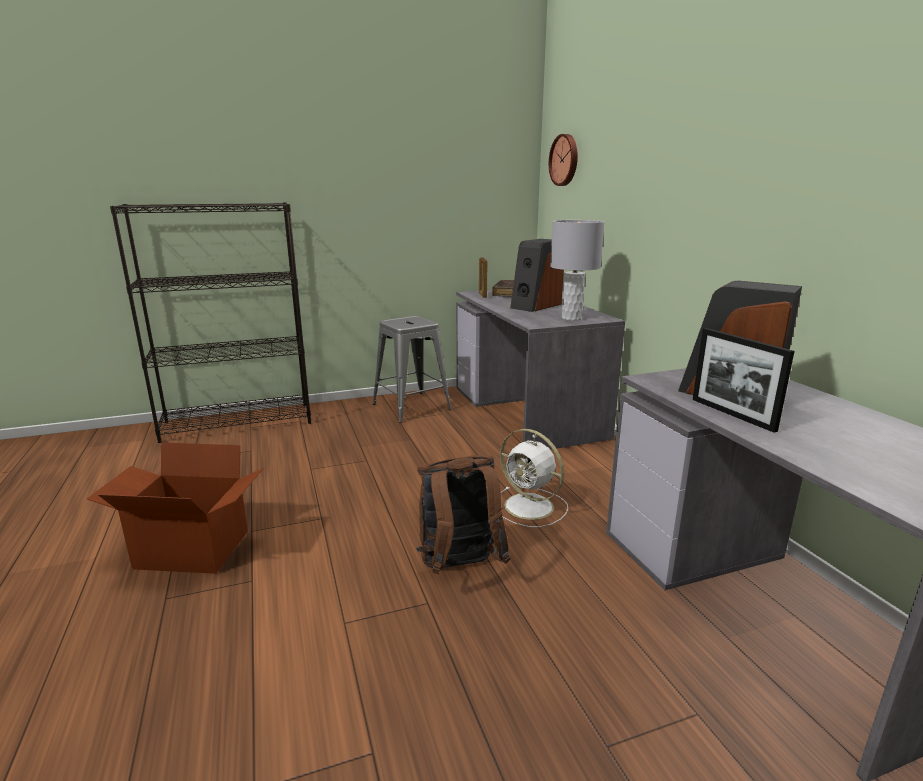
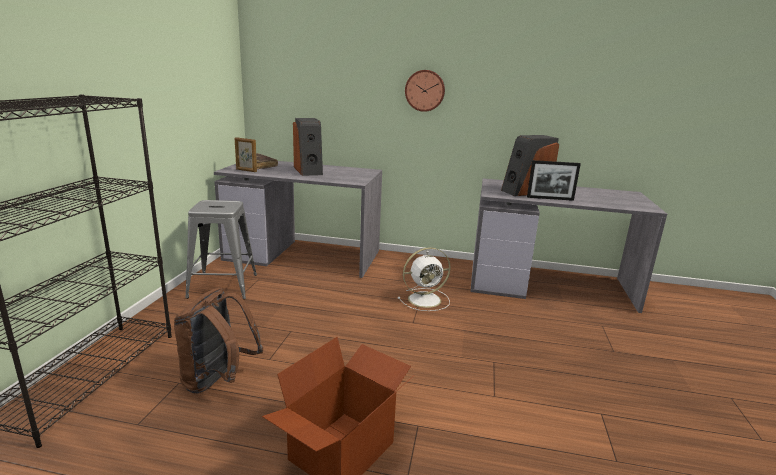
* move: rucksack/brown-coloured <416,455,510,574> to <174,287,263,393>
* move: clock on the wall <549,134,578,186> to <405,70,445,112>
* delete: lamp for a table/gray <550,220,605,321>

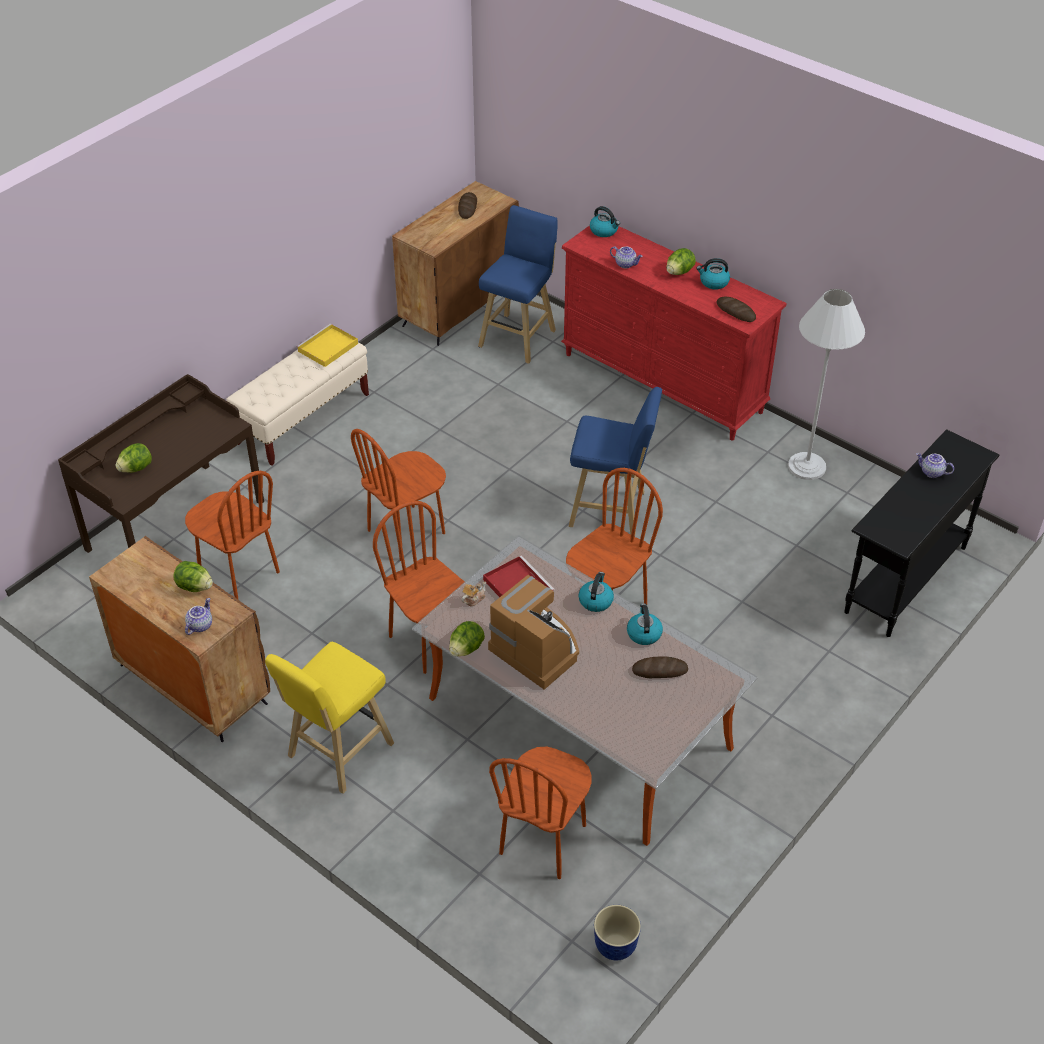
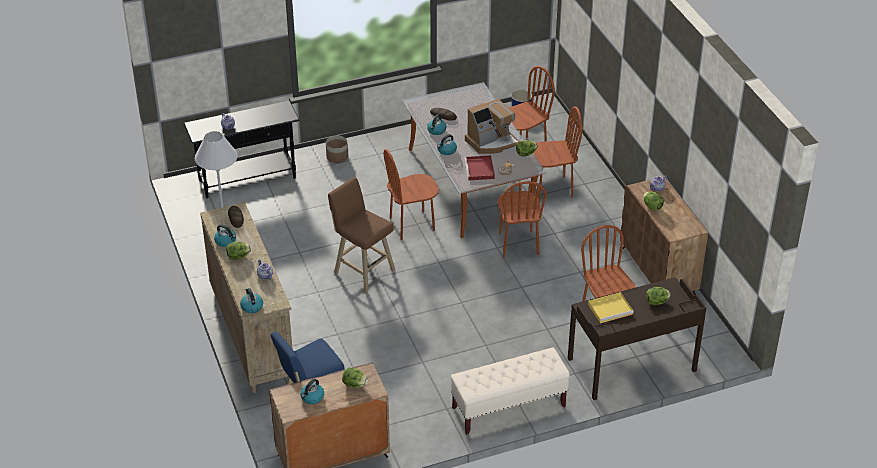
* recolor: dresser/red <561,225,787,441> to dresser/sand-coloured <200,202,293,393>
* replace: baked bread <458,192,477,219> to tea kettle <300,379,324,404>
* insert: planter <326,136,348,163>
* recolor: sitting stool/blue-coloured <568,387,662,535> to sitting stool/brown-coloured <328,177,396,293>
* insert: lettuce head <342,367,368,388>
* rotate: coffee maker <488,575,579,690> = <465,99,520,154> 105 degrees counterclockwise
* move: plain chair/brown-coloured <351,429,446,561> to <533,106,582,200>
* move: serving tray/yellow <297,324,358,367> to <588,292,634,323>
* delete: sitting stool/yellow <265,642,394,794>

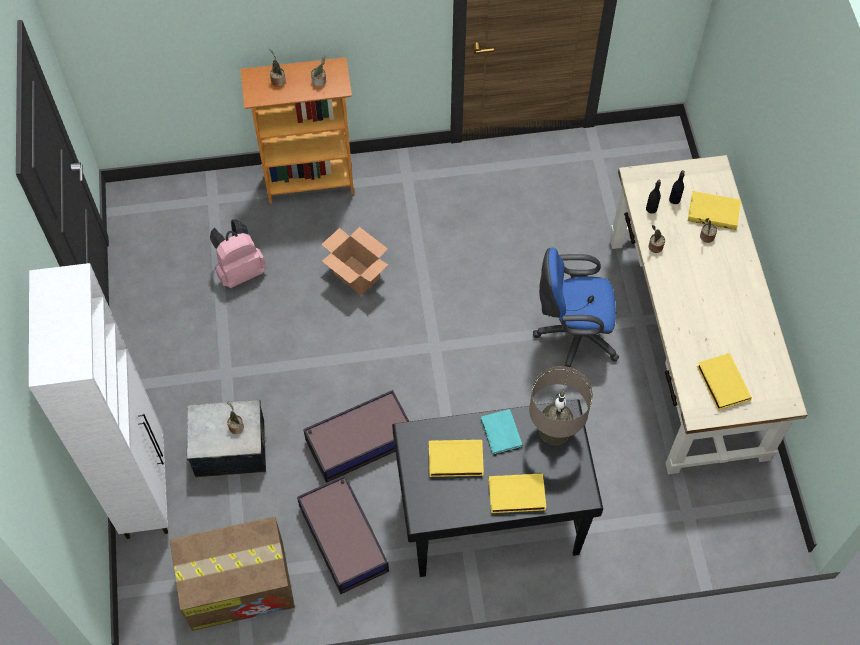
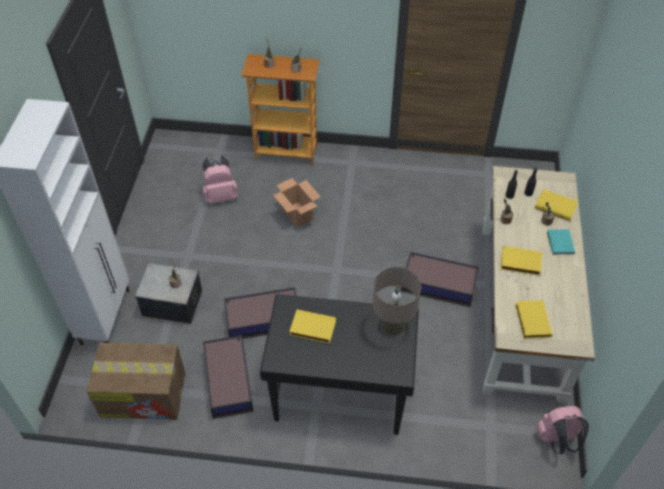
* replace: office chair/blue-coloured <533,248,619,368> to storage container <401,252,479,307>
* move: bound book/yellow <488,474,546,513> to <501,246,542,276>
* insert: rucksack/pinkish <536,406,589,454>
* move: bound book/turquoise <481,409,522,455> to <547,229,575,255>

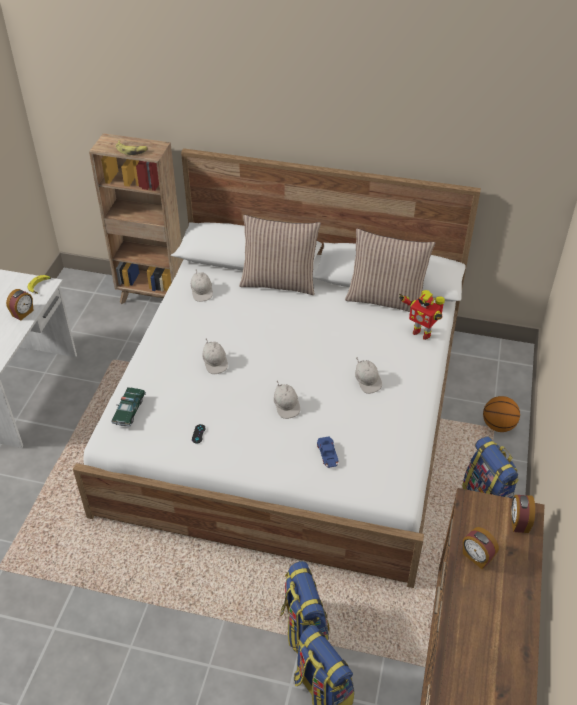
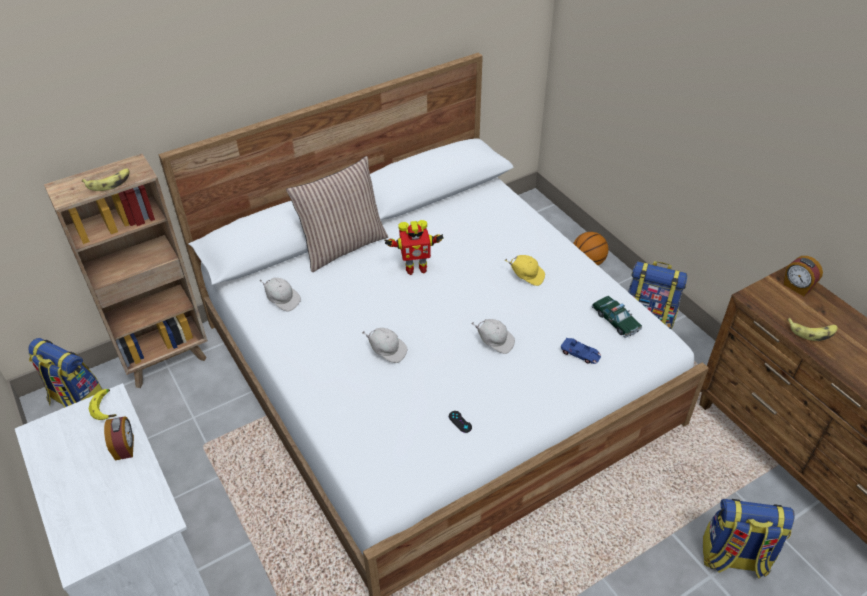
* move: rucksack <280,561,330,654> to <28,338,103,407>
* move: toy robot <399,290,445,340> to <384,220,443,275>
* recolor: cap/white <355,357,382,394> to cap/yellow <505,255,545,286>
* move: miniature car <111,387,146,427> to <592,296,642,338>
* replace: table clock <463,527,499,569> to banana fruit <787,318,838,341>
* delete: throw pillow <345,228,435,312>

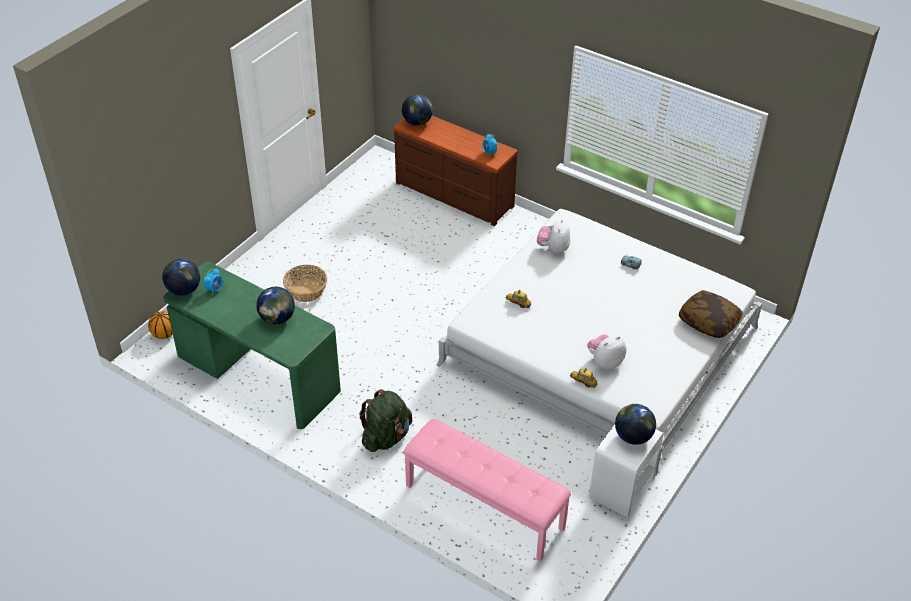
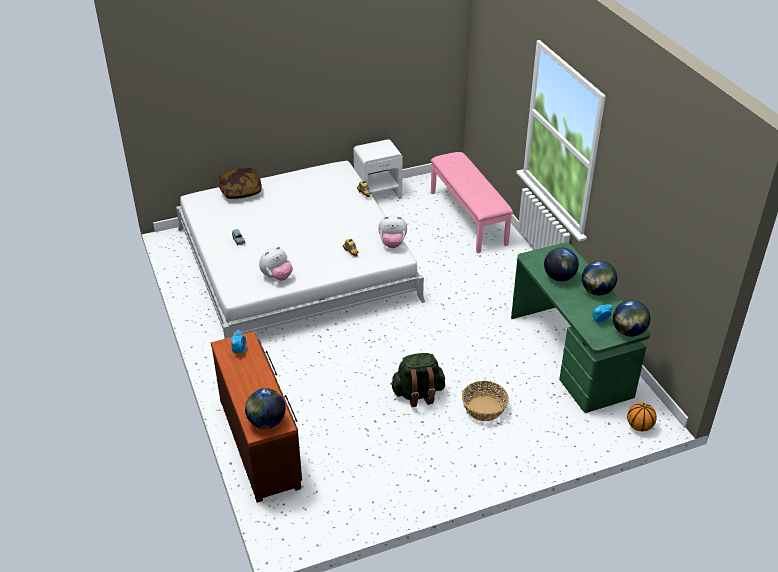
* move: cuddly toy <587,334,626,369> to <378,216,407,248>
* move: rucksack/greenish <359,389,412,452> to <391,353,445,407>
* move: globe <615,404,656,445> to <582,261,617,295>

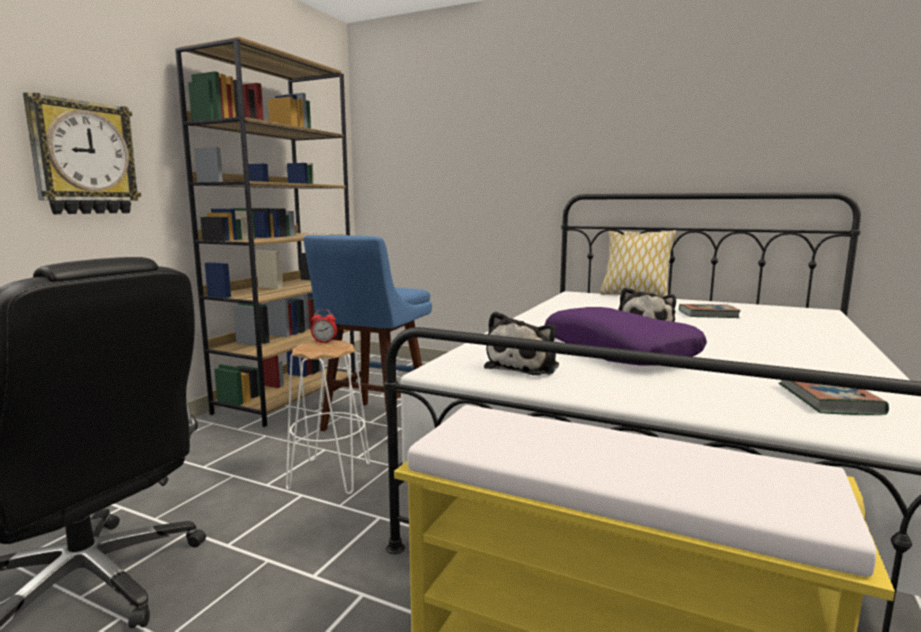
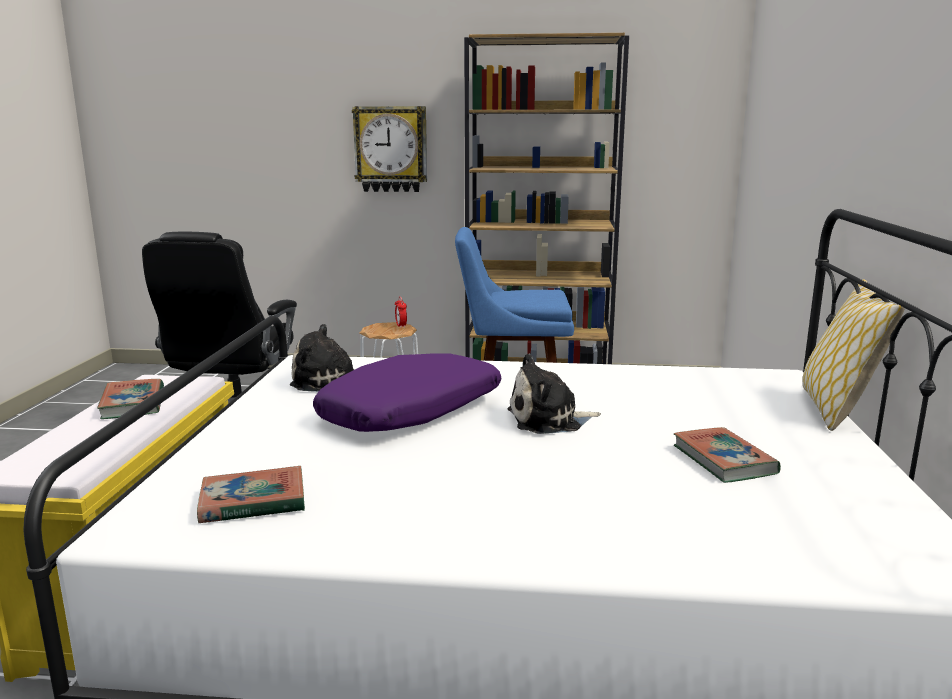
* insert: bound book <97,379,164,419>

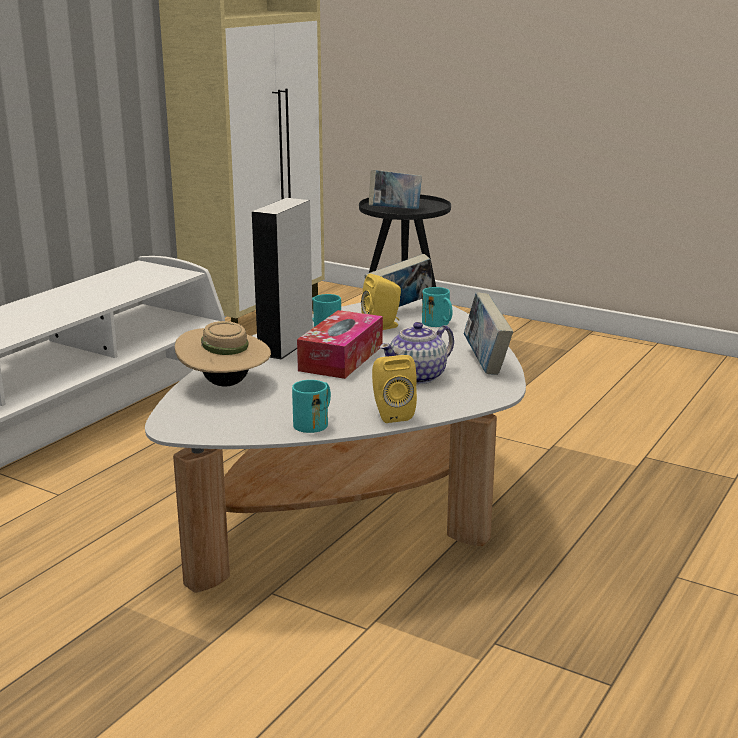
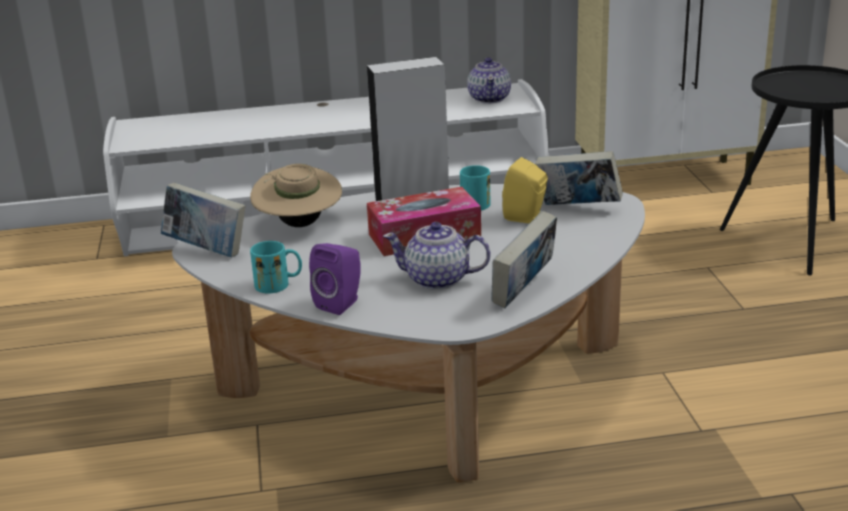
* move: bound book <369,170,422,209> to <161,183,246,257>
* recolor: loudspeaker/yellow <372,355,417,423> to loudspeaker/purple-coloured <309,243,361,315>
* insert: tea pot <467,57,511,104>
* delete: tea mug/turquoise <422,287,453,327>

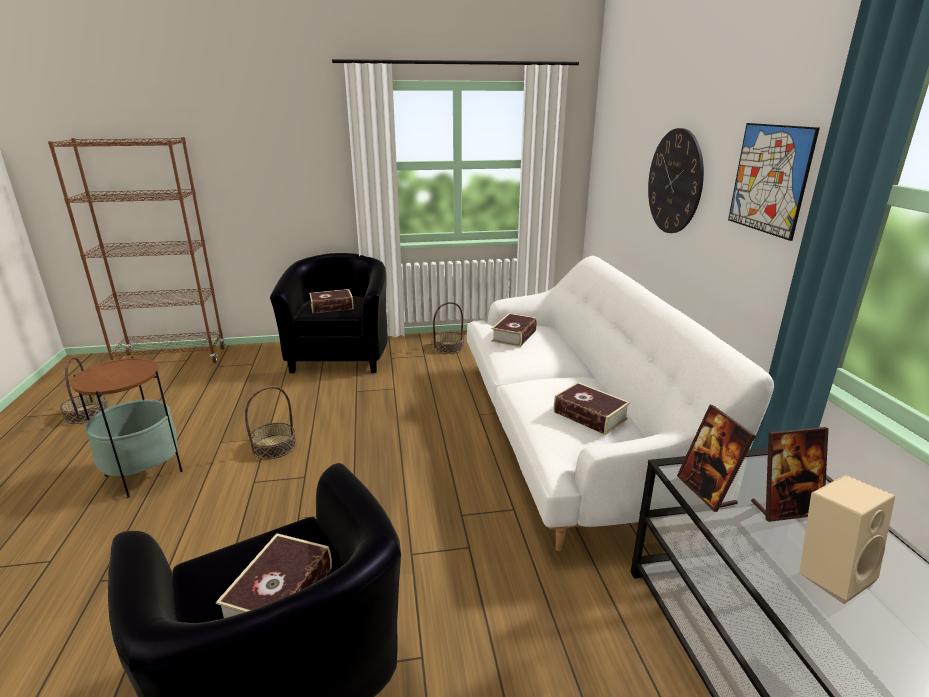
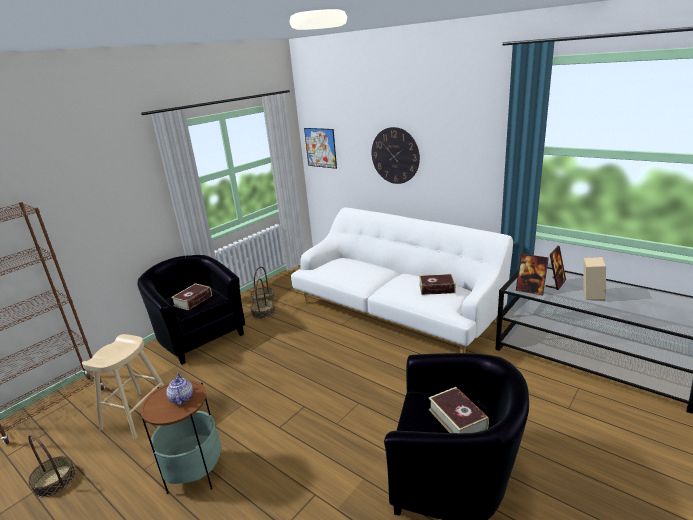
* insert: sitting stool/sand-coloured <82,334,164,439>
* insert: tea pot <166,372,193,405>
* move: storage basket <245,386,296,459> to <250,278,276,319>
* move: picture <728,123,820,241> to <304,128,337,169>
* delete: bound book <491,313,537,347>

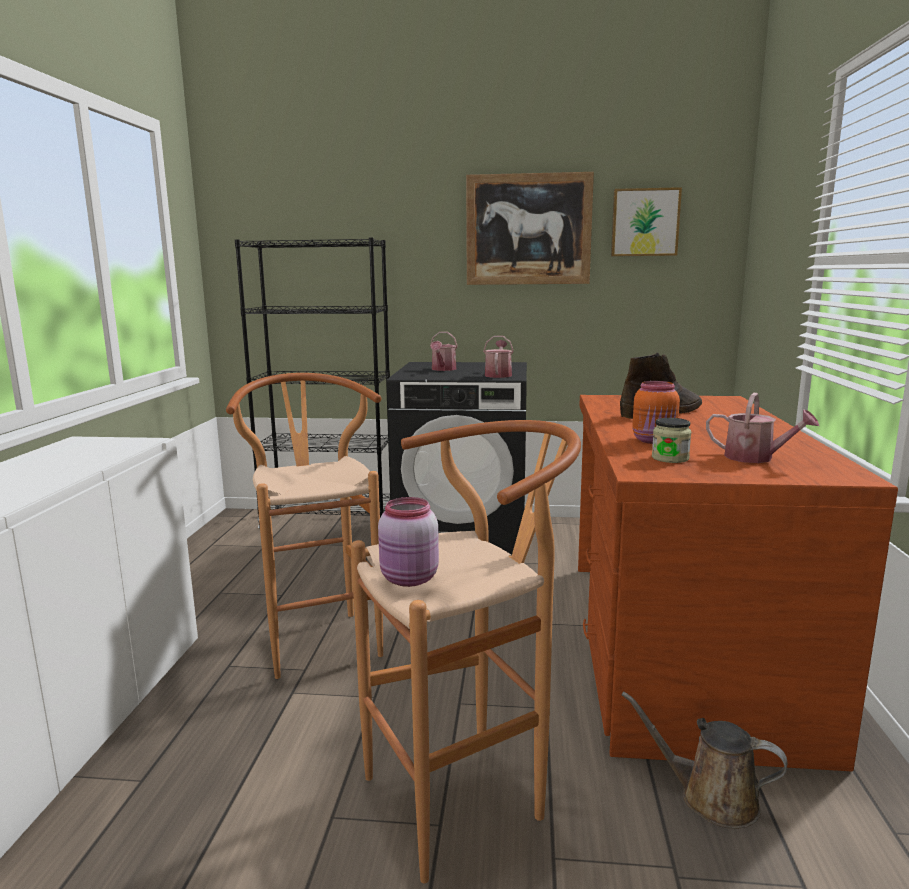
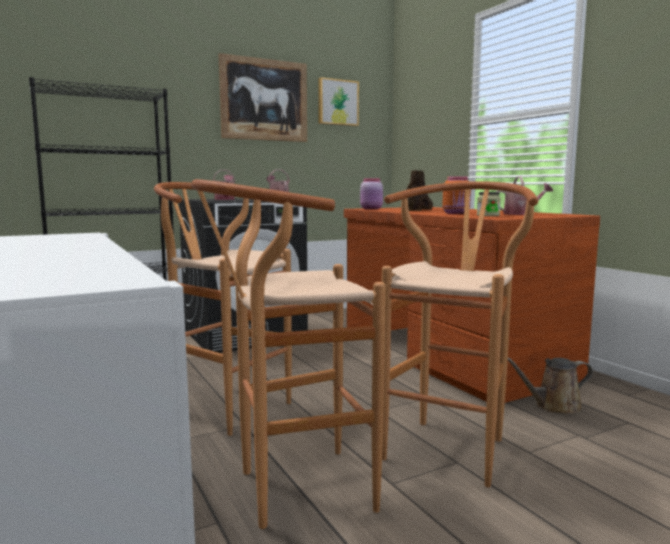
* insert: sitting stool/brown-coloured <191,179,386,529>
* move: jar/pinkish <378,497,439,587> to <360,178,383,210>

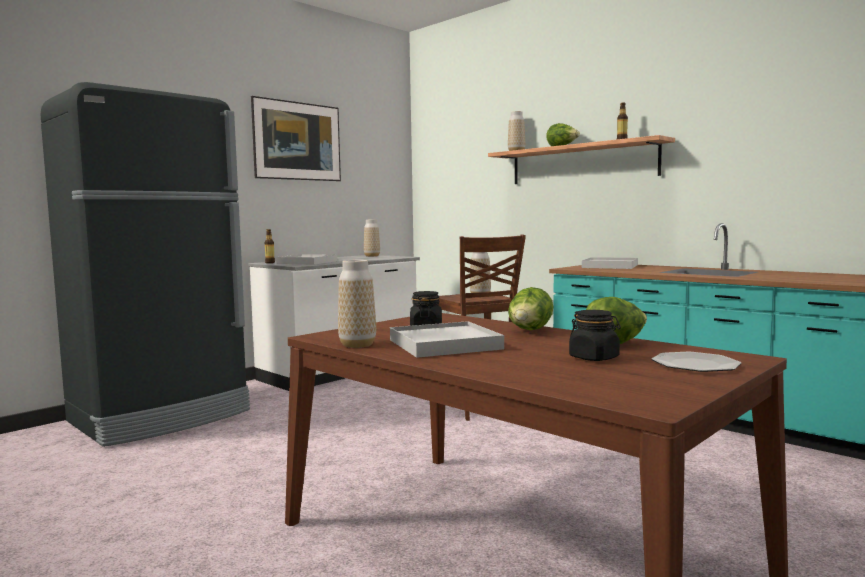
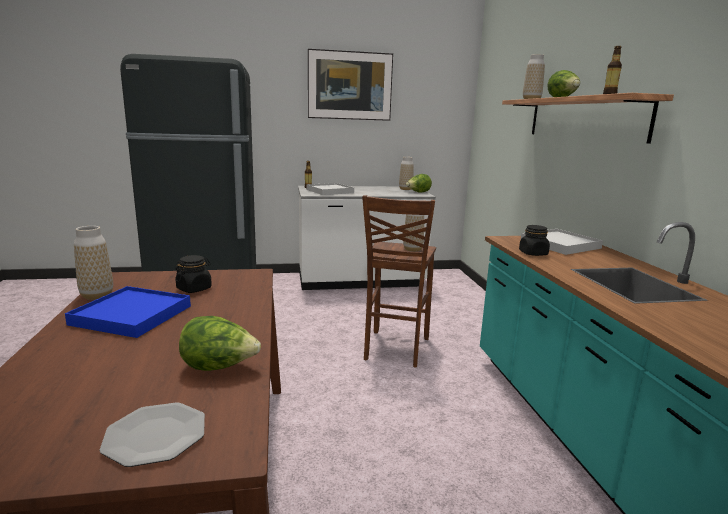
* recolor: serving tray/white <390,321,504,358> to serving tray/blue-coloured <65,286,191,338>
* move: lettuce head <508,287,553,330> to <406,174,432,193>
* move: jar/black <569,310,621,361> to <519,225,550,256>

